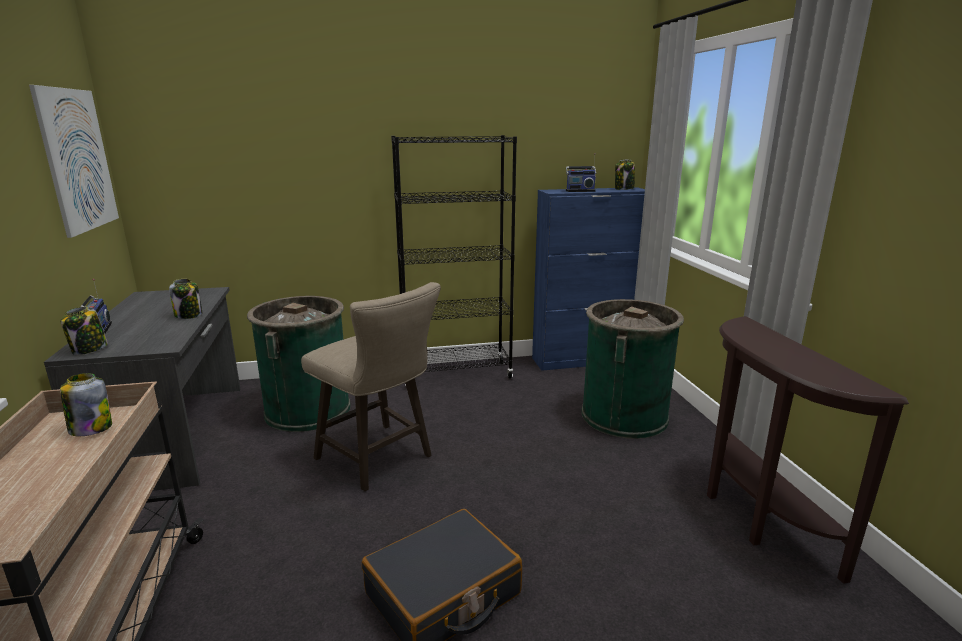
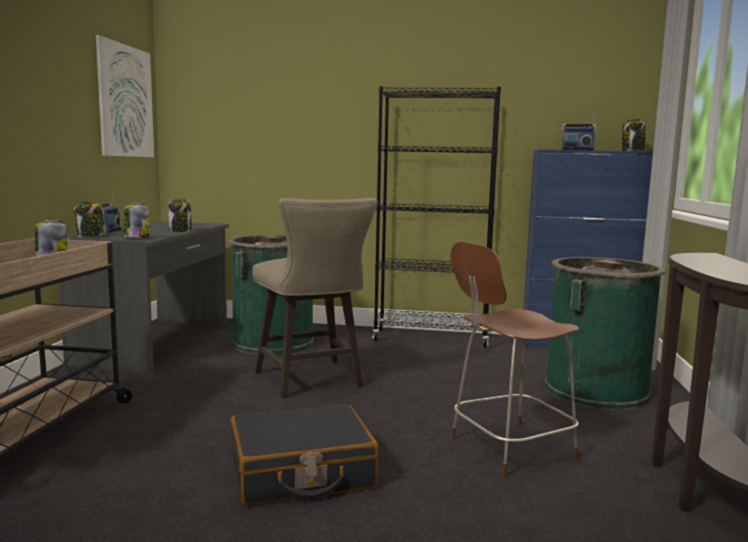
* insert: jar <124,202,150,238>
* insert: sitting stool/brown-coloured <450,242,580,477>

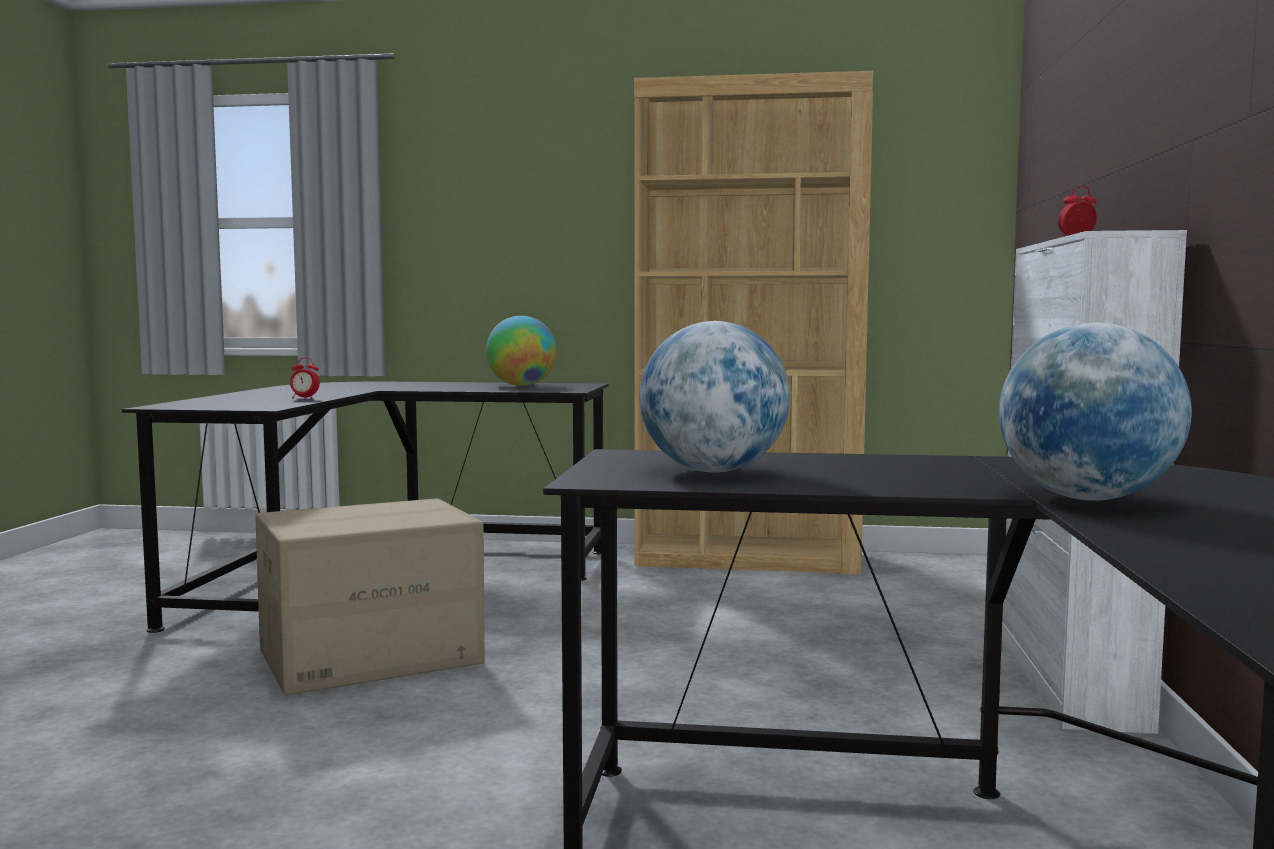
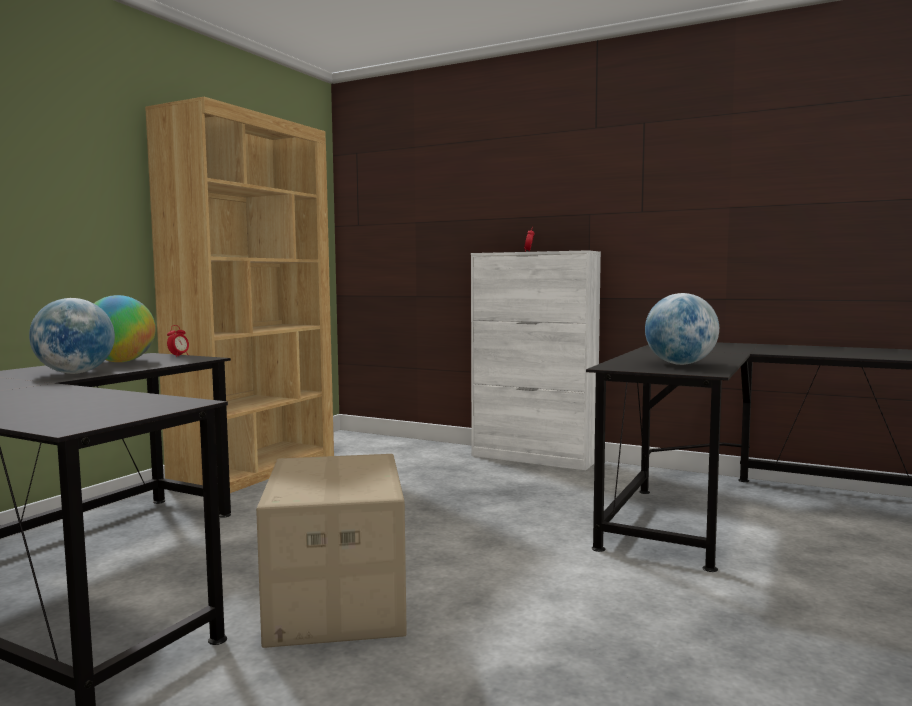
* move: globe <999,323,1192,501> to <29,298,115,374>
* move: table clock <290,357,320,399> to <167,325,189,357>

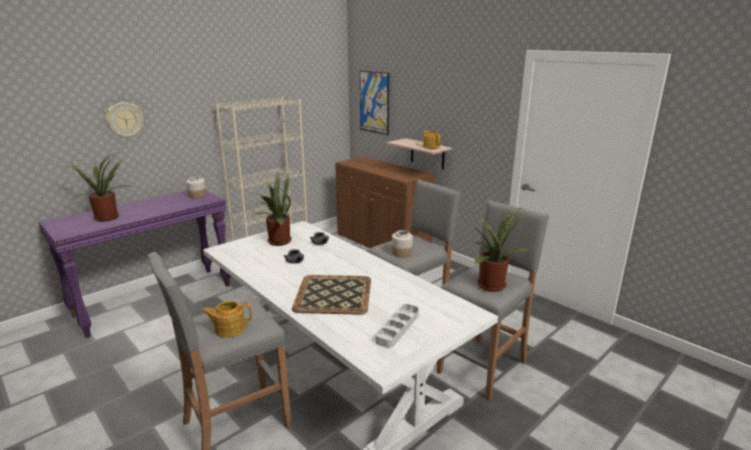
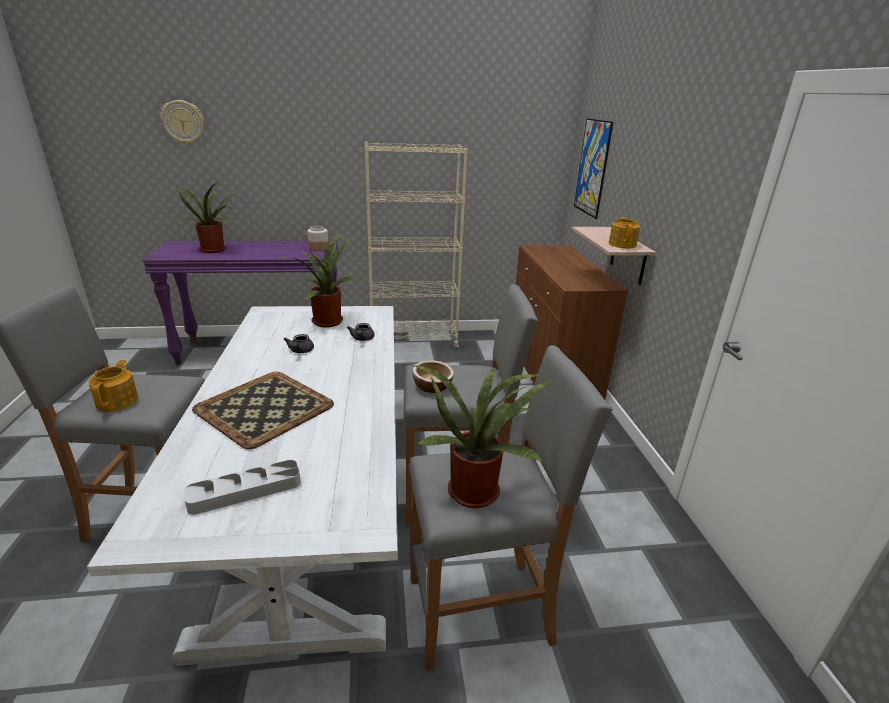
* rotate: tea pot <202,301,252,337> = <89,360,138,412> 60 degrees clockwise
* move: clock on the wall <105,102,143,139> to <160,100,204,145>
* replace: jar <392,230,413,257> to bowl <412,360,454,393>

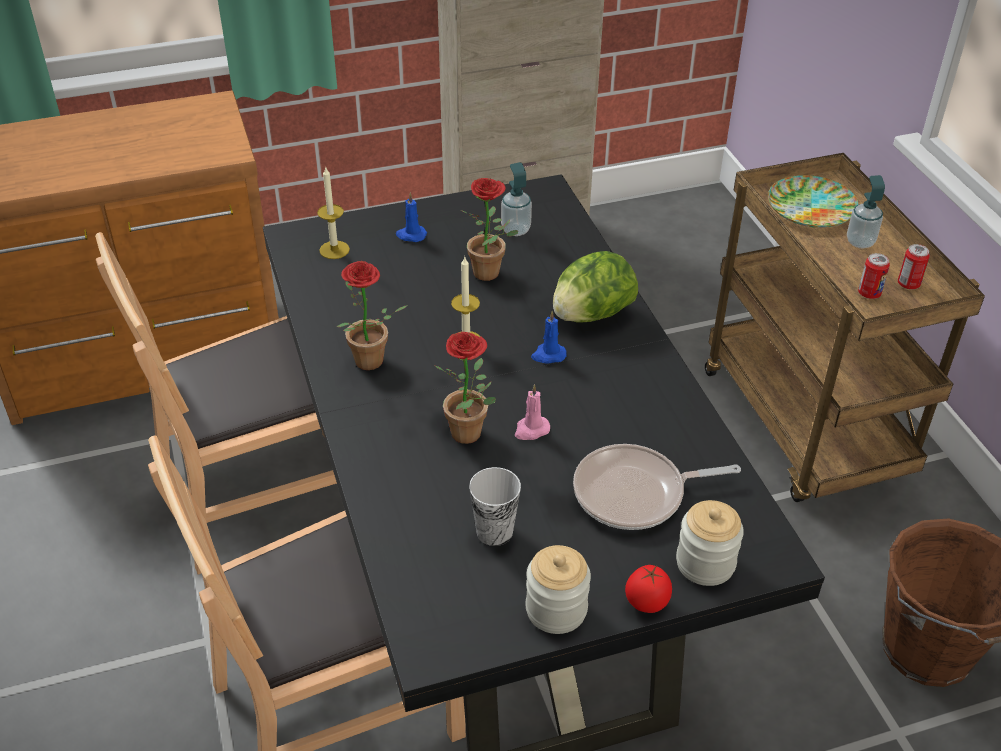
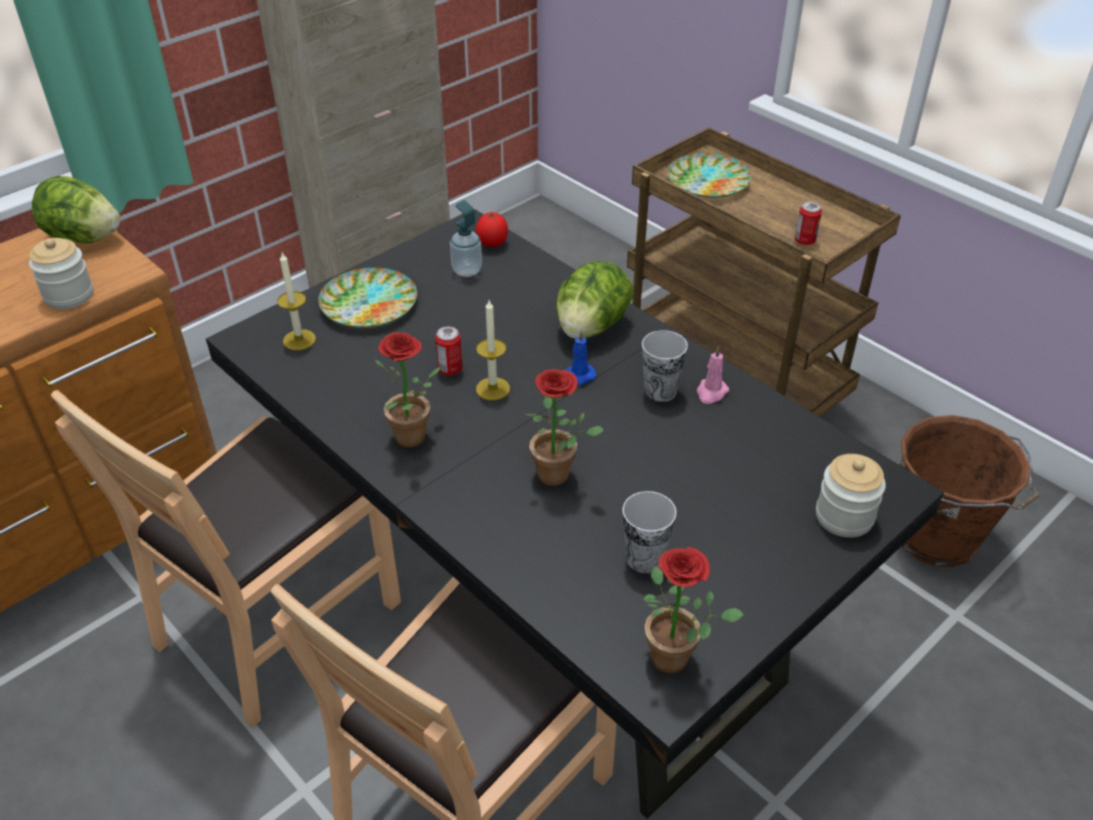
* move: jar <526,545,591,634> to <29,238,94,309>
* insert: lettuce head <32,176,120,244>
* replace: candle/blue-coloured <396,193,427,242> to dinner plate <318,267,417,328>
* move: can <898,244,930,289> to <435,326,463,375>
* move: tomato <625,565,672,613> to <476,212,508,247>
* insert: small cup <642,330,688,402>
* move: plant in a pot <461,178,518,281> to <643,547,743,673>
* move: candle/pinkish <515,384,550,440> to <697,345,729,404>
* delete: skillet <573,444,741,530>
* delete: soap bottle <847,175,885,248>

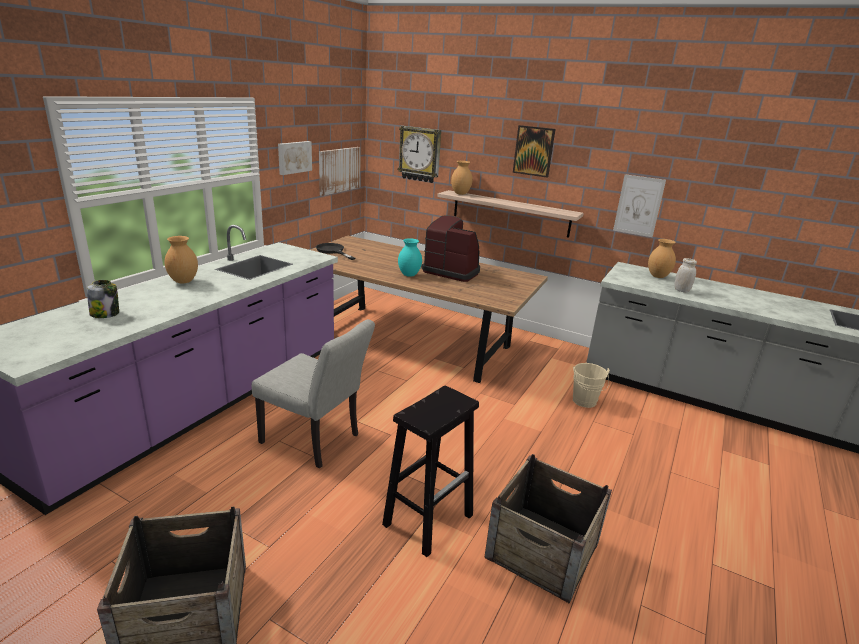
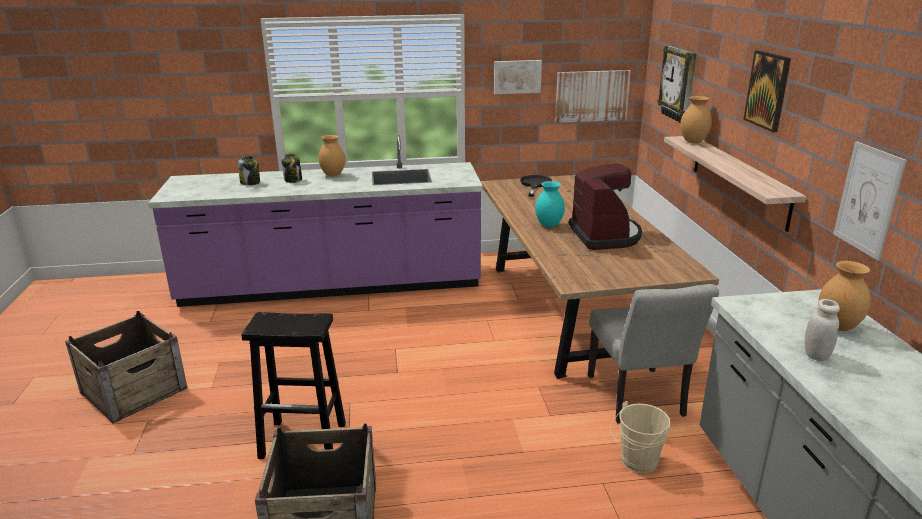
* insert: jar <281,153,302,183>
* move: plain chair/gray <252,319,375,468> to <588,284,719,424>

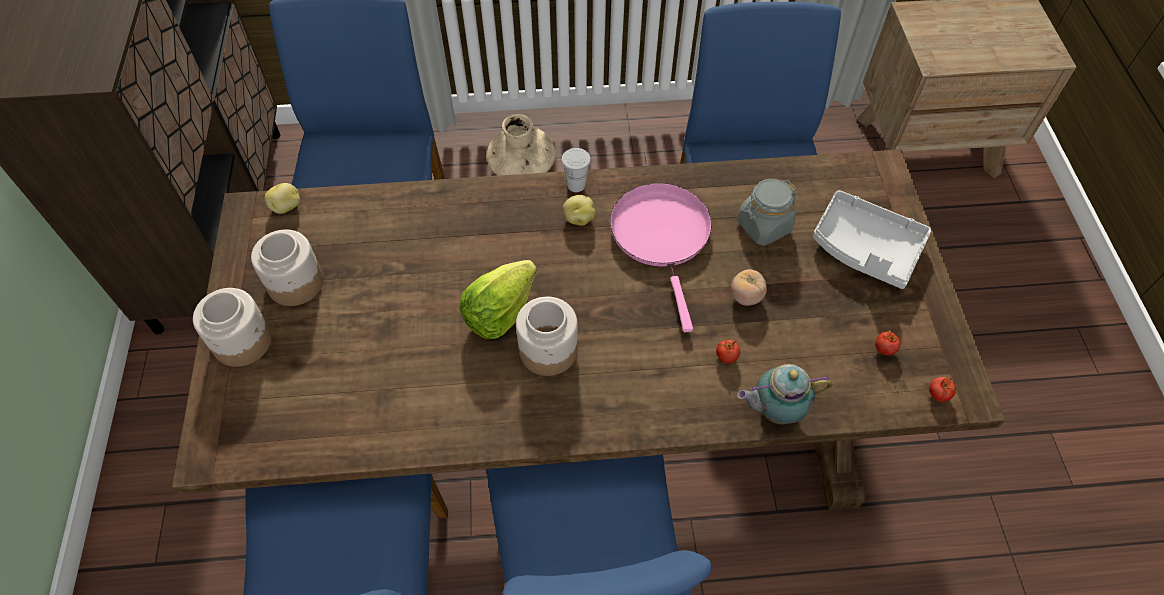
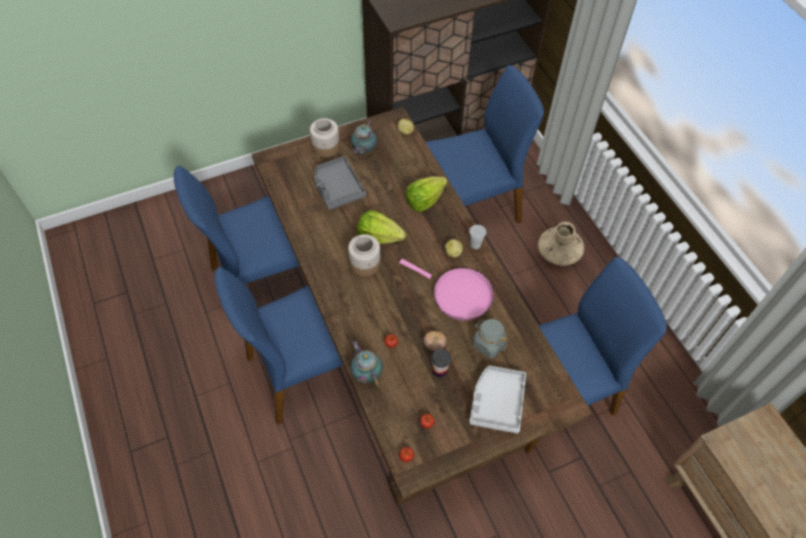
* insert: serving tray/gray <315,156,366,210>
* replace: jar <251,230,323,306> to tea pot <351,121,377,155>
* rotate: skillet/pinkish <610,183,712,332> = <399,259,494,321> 60 degrees clockwise
* insert: lettuce head <405,177,447,212>
* insert: small cup <431,349,451,377>

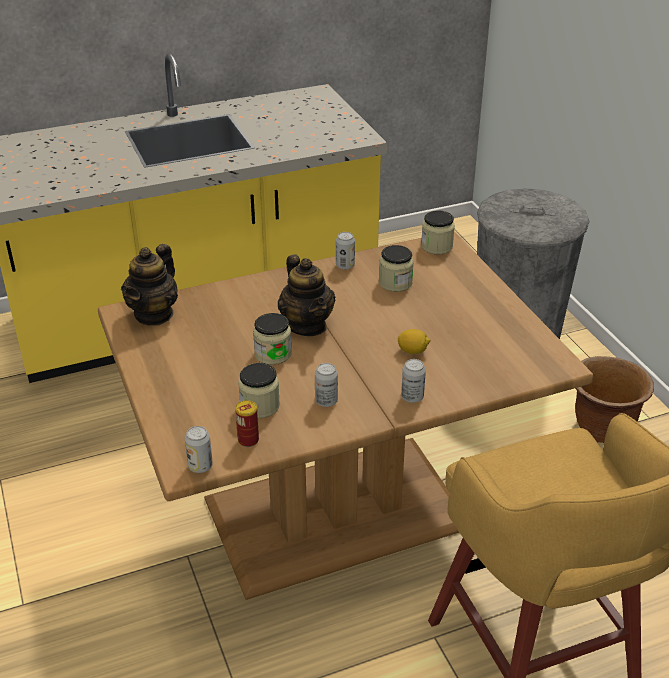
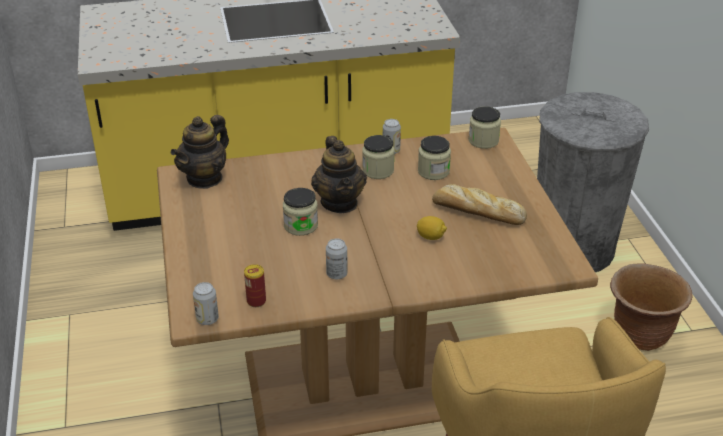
* move: jar <238,363,280,418> to <362,135,395,179>
* insert: baked bread <432,184,527,225>
* delete: can <401,359,426,403>

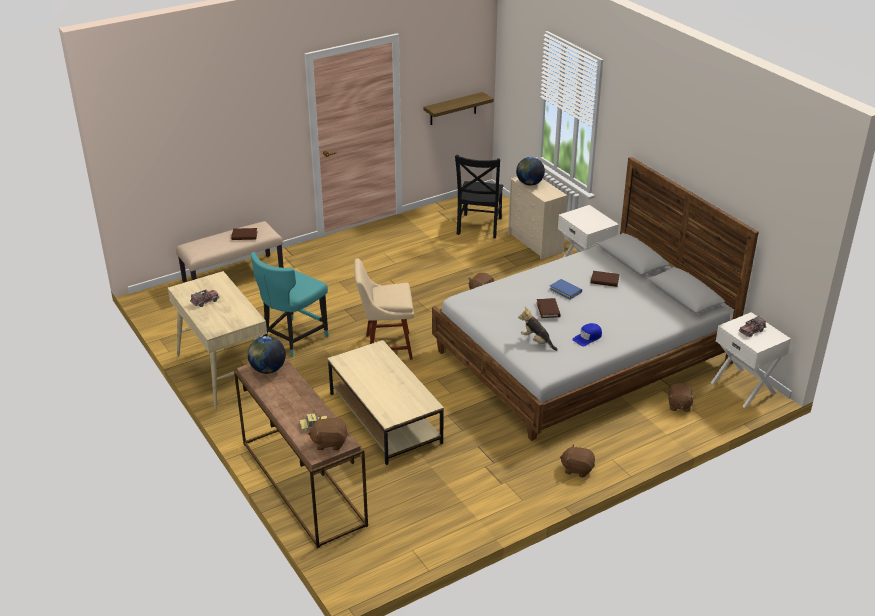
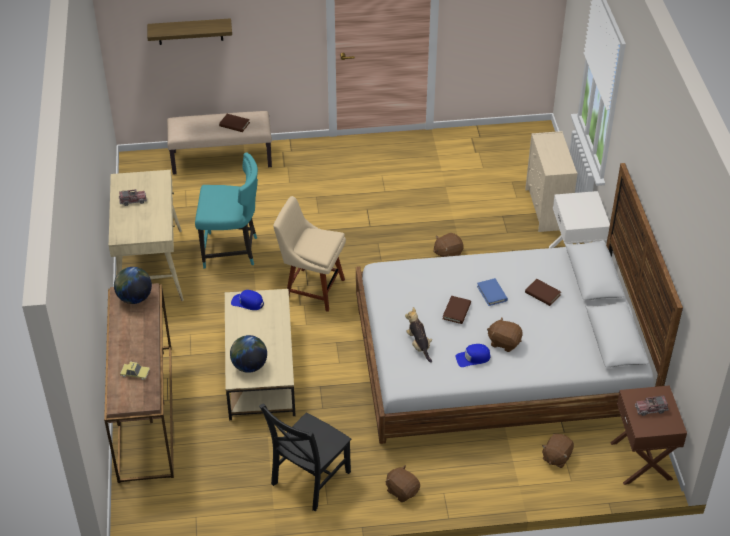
* move: wall shelf <423,92,494,125> to <147,18,232,45>
* rotate: plain chair/turquoise <251,252,328,357> = <195,152,258,269> 150 degrees counterclockwise
* move: globe <516,157,545,186> to <230,335,267,373>
* insert: cap/blue-coloured <231,290,264,310>
* move: plain chair/black <455,155,504,238> to <259,403,351,511>
* move: cuddly toy/brown-coloured <308,416,348,450> to <487,317,523,352>
* recolor: bedside table/white <711,312,791,408> to bedside table/brown-coloured <610,385,687,485>

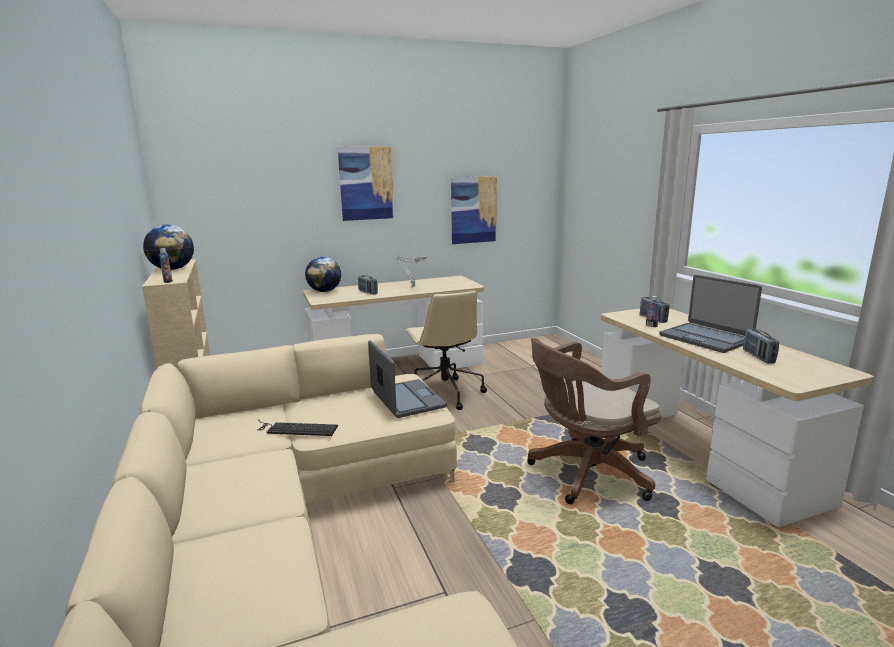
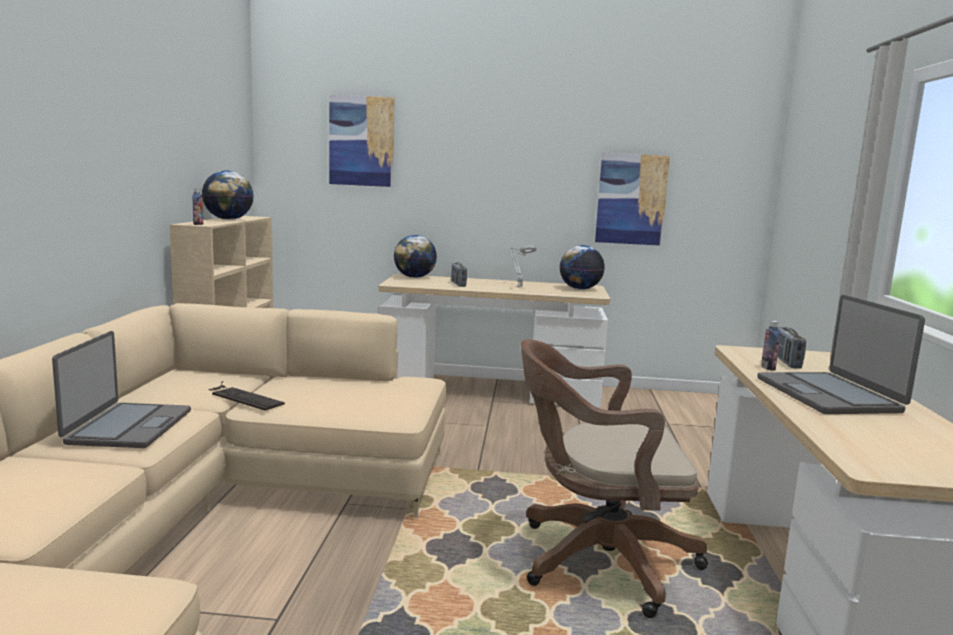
* move: laptop <368,340,447,418> to <52,331,191,448>
* move: picture <337,146,394,221> to <329,95,395,187>
* insert: globe <560,245,605,290>
* delete: office chair/sand-coloured <406,290,487,410>
* delete: radio set <743,328,779,364>

